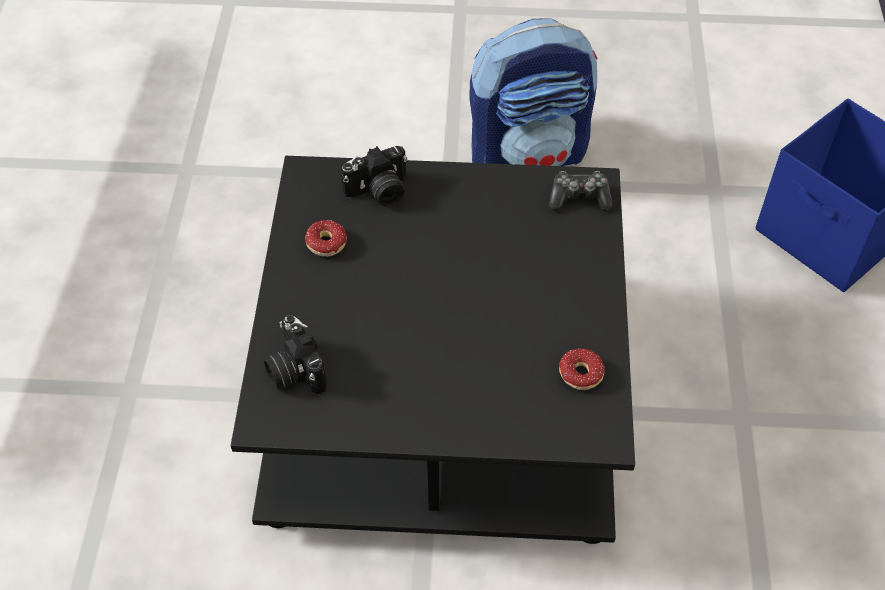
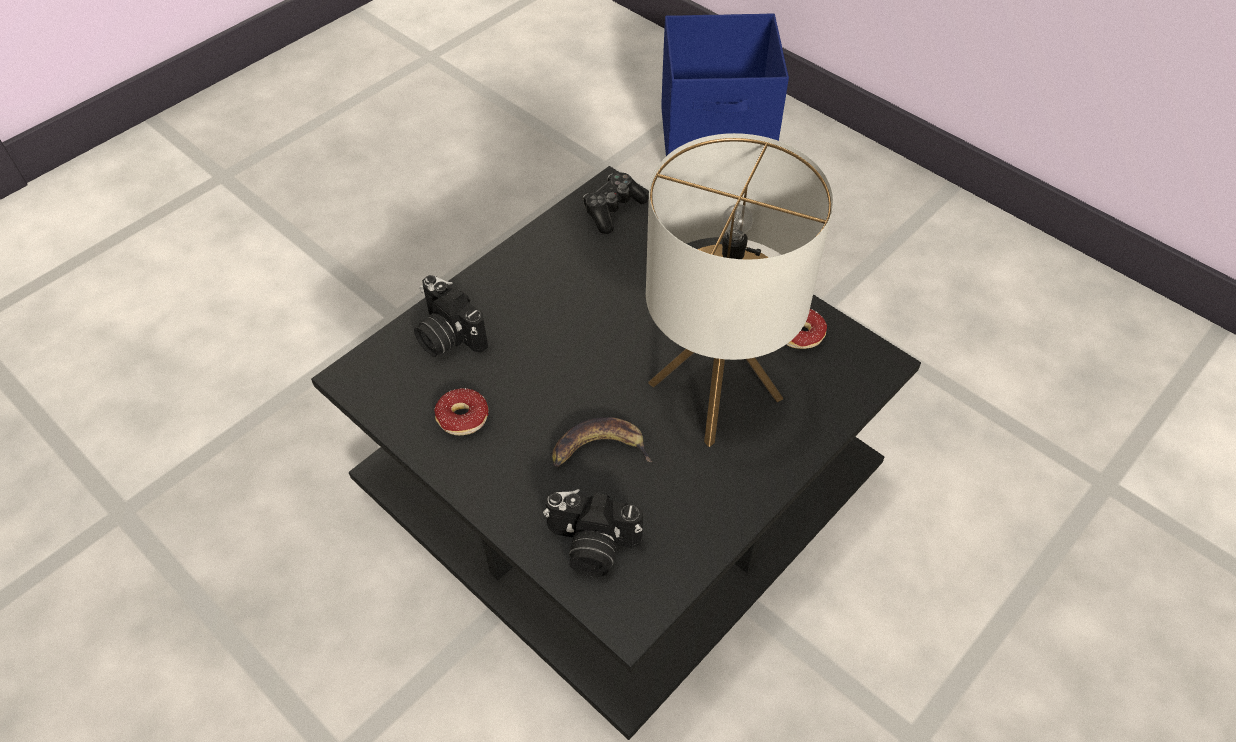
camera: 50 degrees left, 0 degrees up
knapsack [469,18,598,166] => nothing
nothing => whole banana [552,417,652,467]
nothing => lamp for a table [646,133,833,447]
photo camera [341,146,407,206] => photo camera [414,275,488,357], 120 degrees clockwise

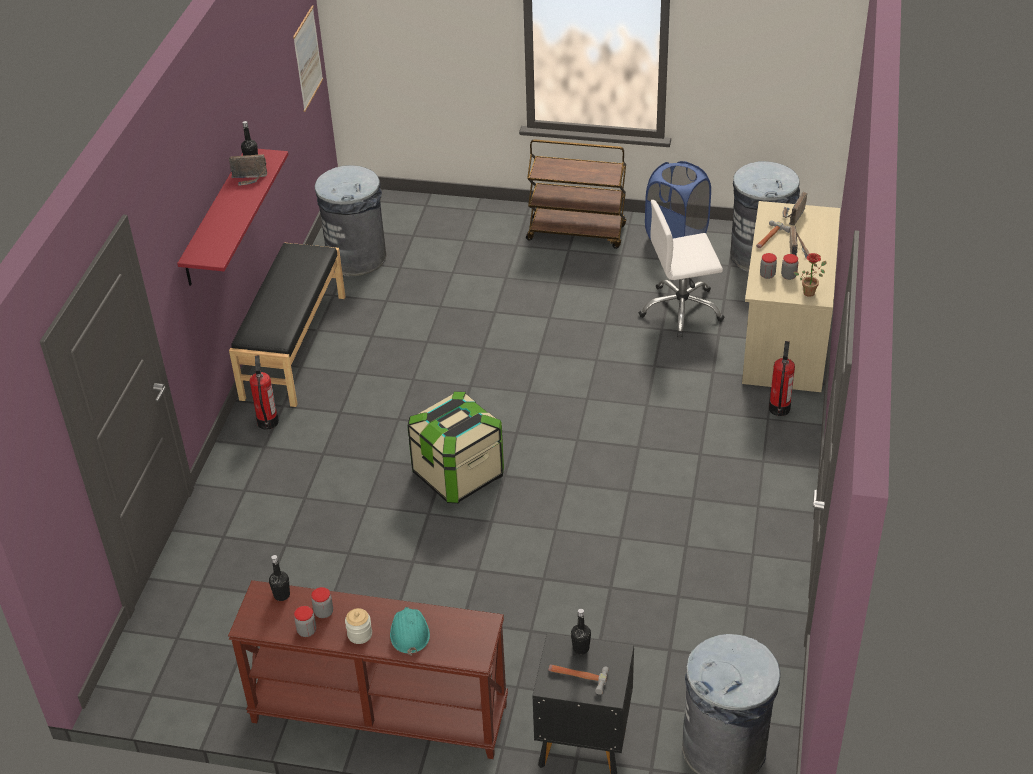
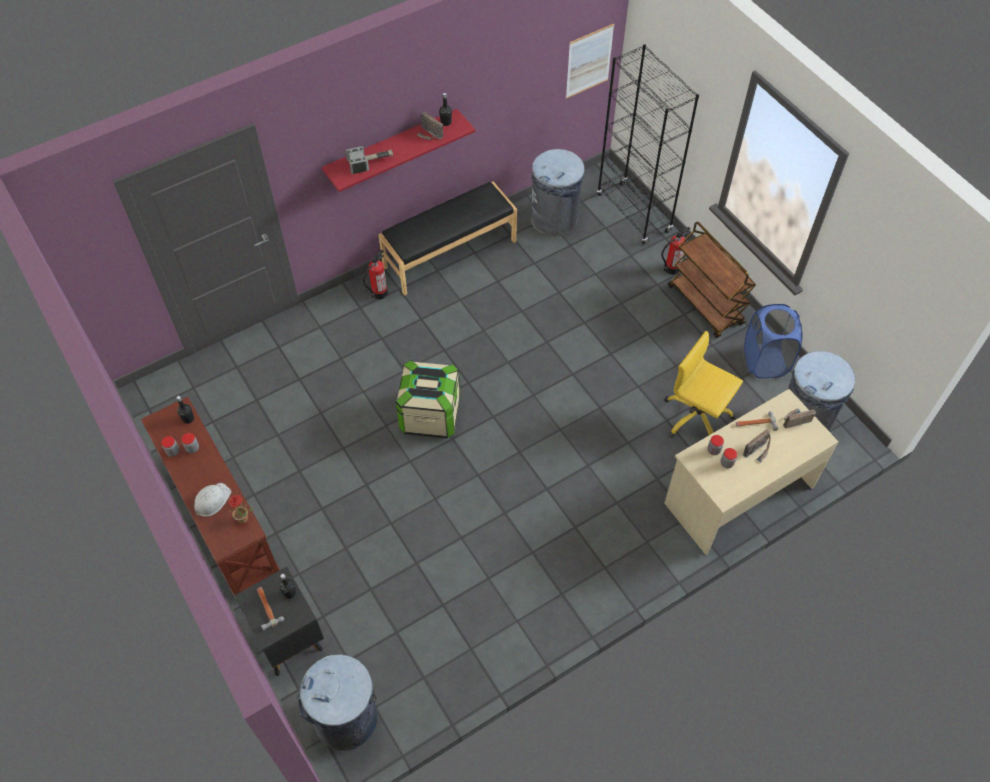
camera: 45 degrees right, 15 degrees up
preserve jar [345,608,372,644] => nothing
nothing => hand hammer [345,146,393,174]
nothing => bookcase/blackish [597,44,699,244]
extinguisher [769,341,795,416] => extinguisher [661,227,691,275], shifted
plant in a pot [794,253,826,297] => plant in a pot [228,495,254,524], shifted
work helmet/turquoise [390,607,430,656] => work helmet/white-coloured [194,483,231,517]
office chair/white-coloured [639,200,724,337] => office chair/yellowish [664,331,743,438]

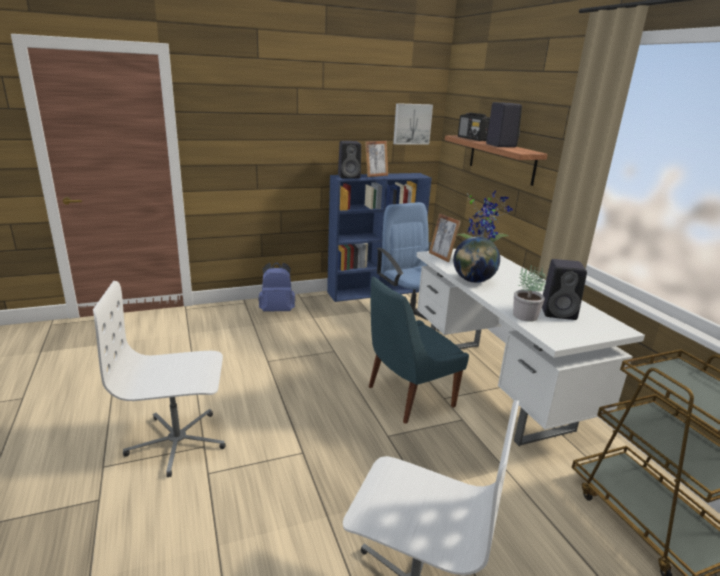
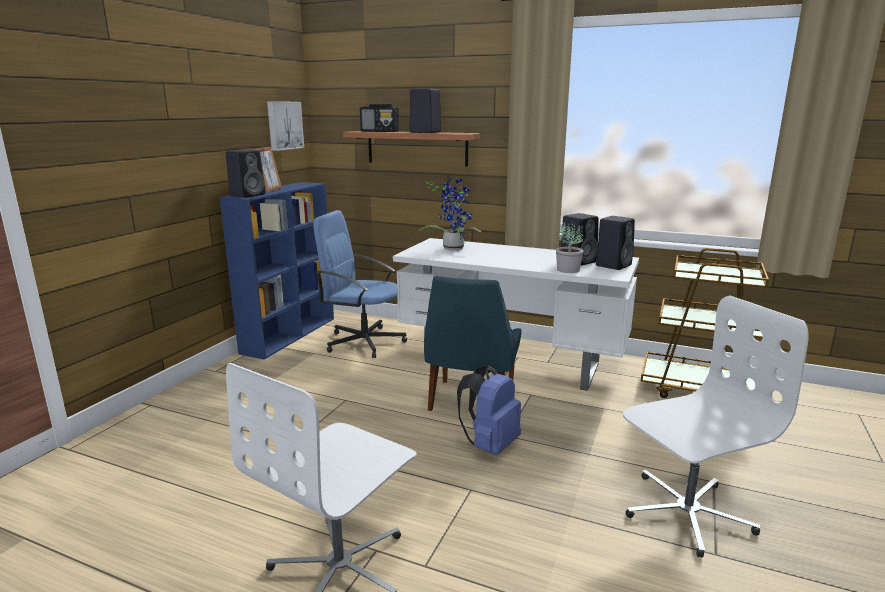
camera: 45 degrees left, 5 degrees down
picture frame [429,213,461,262] => nothing
globe [453,236,500,283] => nothing
nothing => audio speaker/blackish [596,216,635,270]
knapsack/blue [258,262,295,312] => knapsack/blue [457,365,521,455], shifted

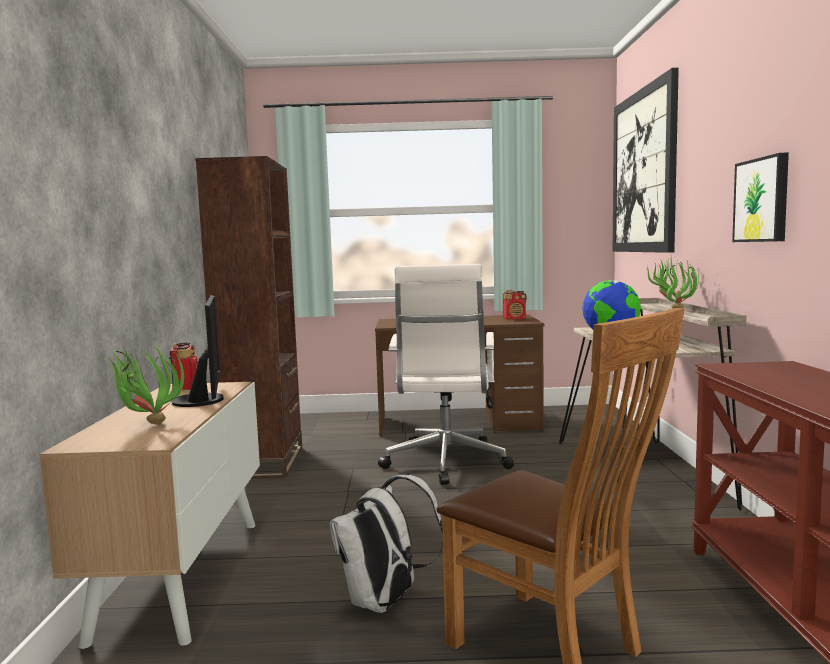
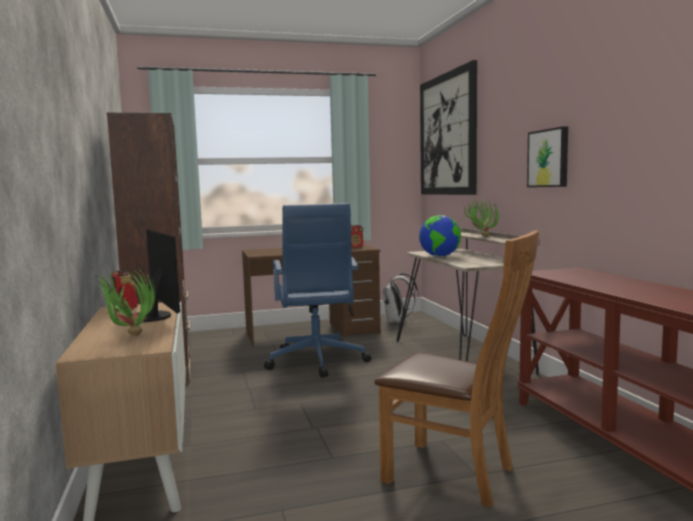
camera: 15 degrees left, 0 degrees up
knapsack/white-coloured [330,475,443,613] => knapsack/white-coloured [382,273,419,323], shifted
office chair/white-coloured [378,264,514,485] => office chair/blue [264,203,372,378]

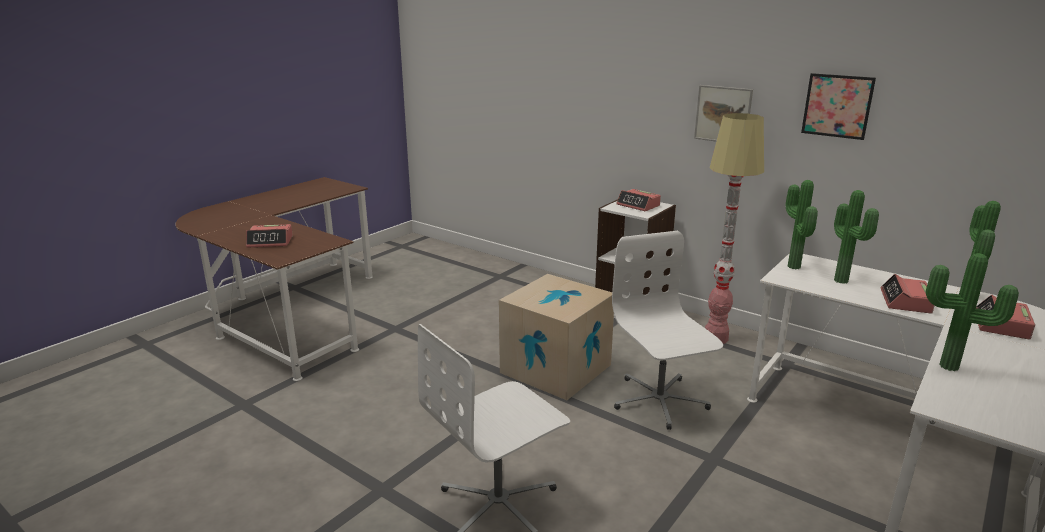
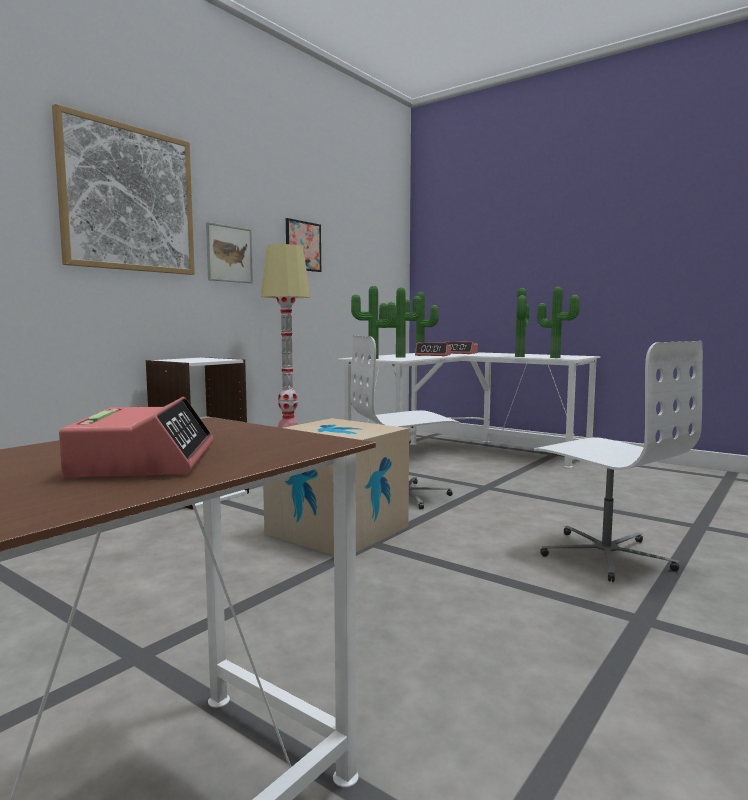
camera: 90 degrees left, 15 degrees down
bedside clock [616,189,661,211] => nothing
nothing => wall picture [52,104,195,275]
nothing => plant in a pot [537,287,580,358]

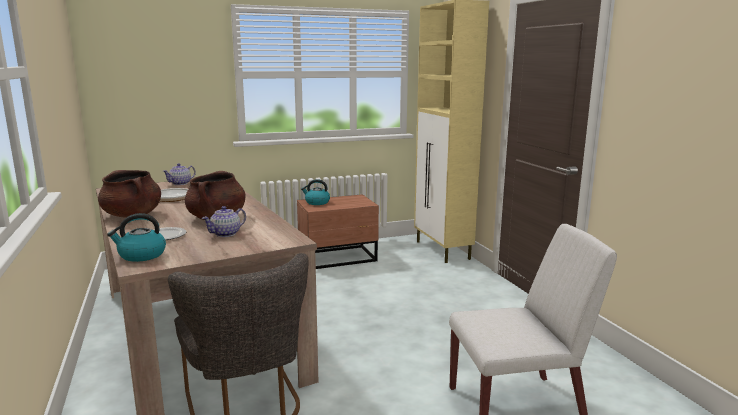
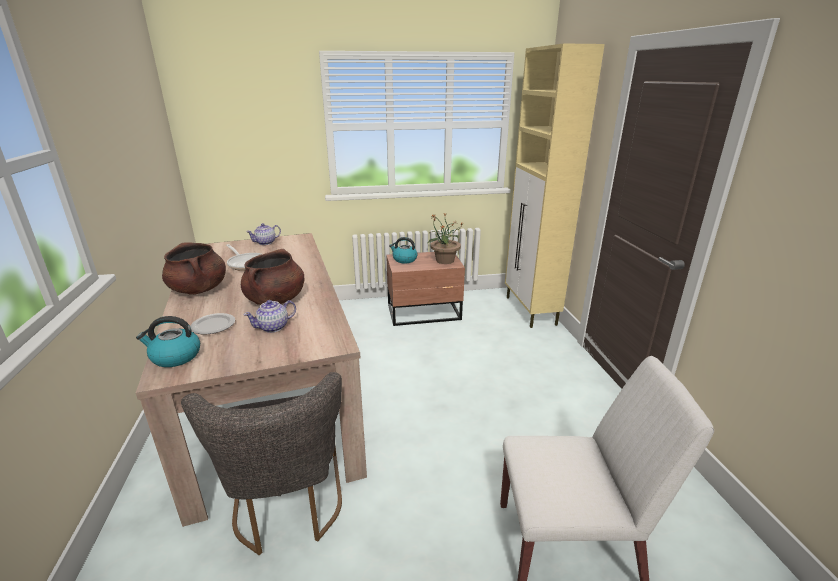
camera: 10 degrees right, 10 degrees up
nothing => plant in a pot [428,212,464,264]

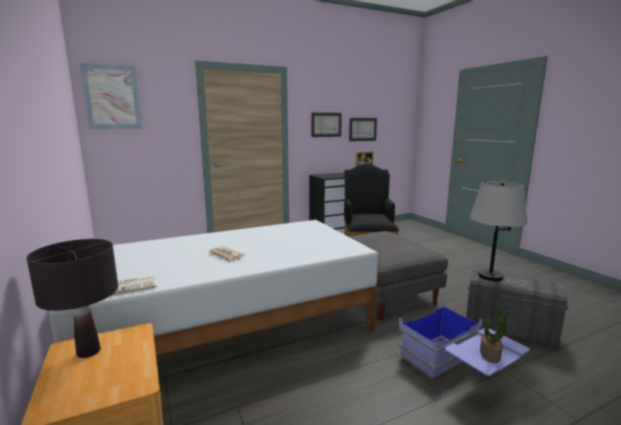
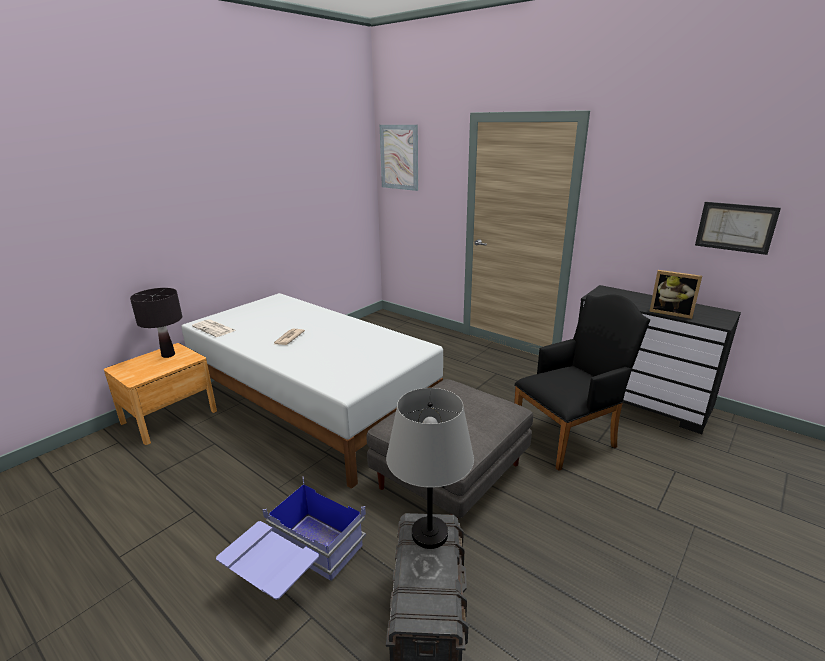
camera: 65 degrees right, 10 degrees up
wall picture [312,113,342,137] => nothing
plant in a pot [480,306,513,363] => nothing

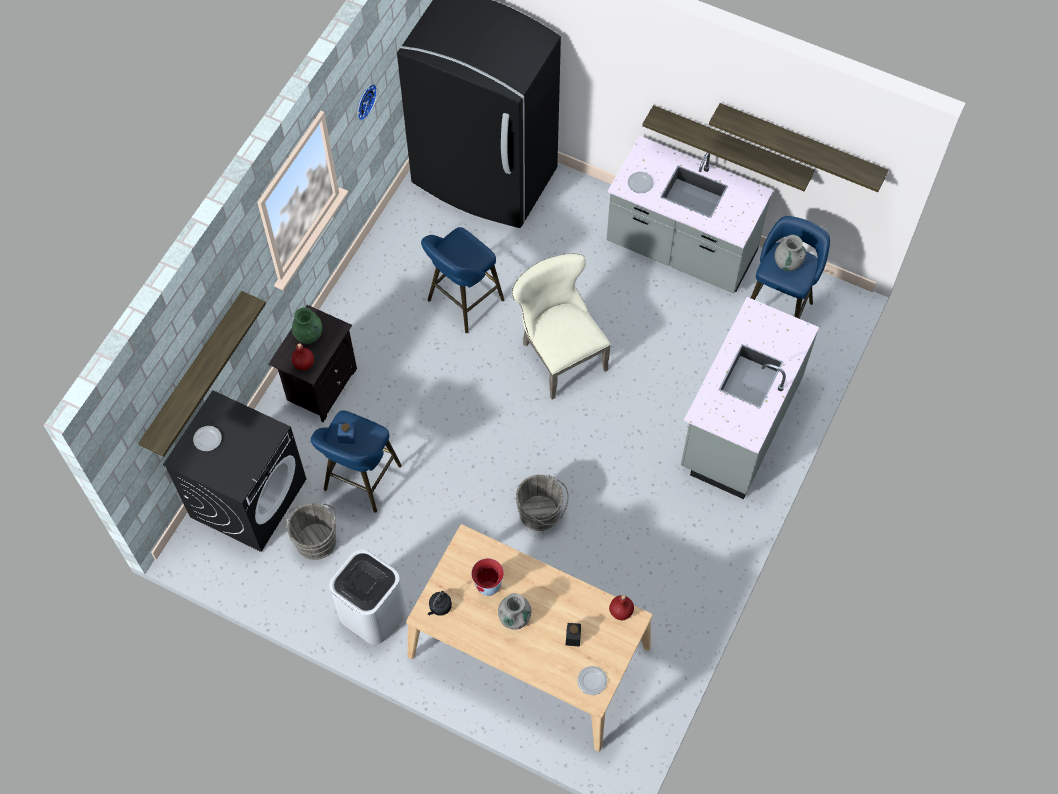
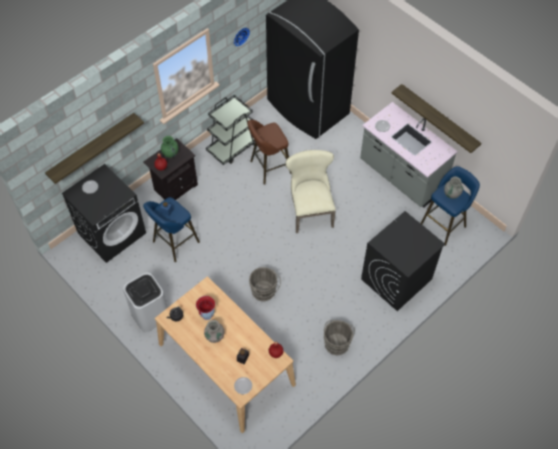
camera: 20 degrees right, 5 degrees down
shelf [709,103,888,192] => nothing
nothing => wheeled cart/blackish [206,95,255,165]
water bucket/greyish [286,503,336,560] => water bucket/greyish [324,320,355,355], shifted
kitchen base unit/greyish [681,297,819,499] => washing machine/blackish [361,211,445,311]
sitting stool/blue [421,227,504,333] => sitting stool/brown [247,120,291,185]

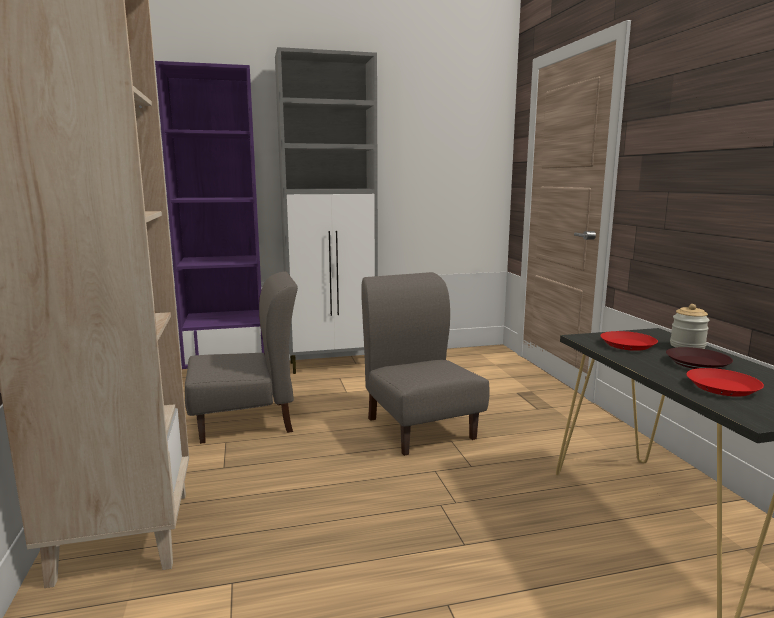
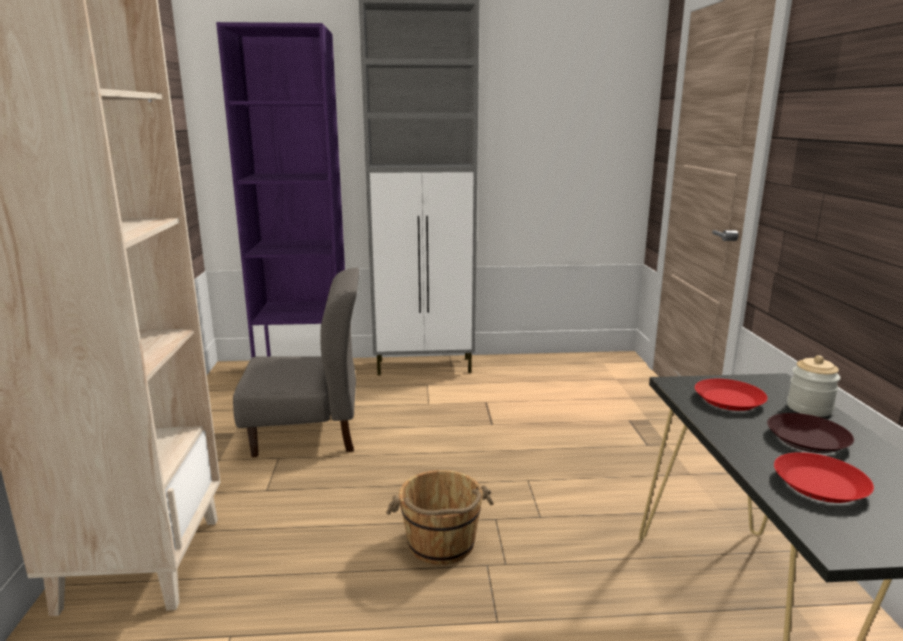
camera: 10 degrees right, 5 degrees up
chair/greyish [361,272,490,456] => nothing
nothing => water bucket/brown [386,470,494,565]

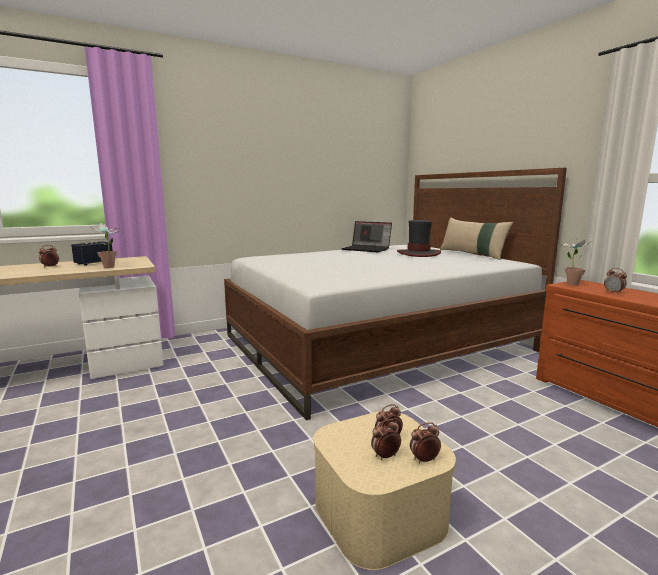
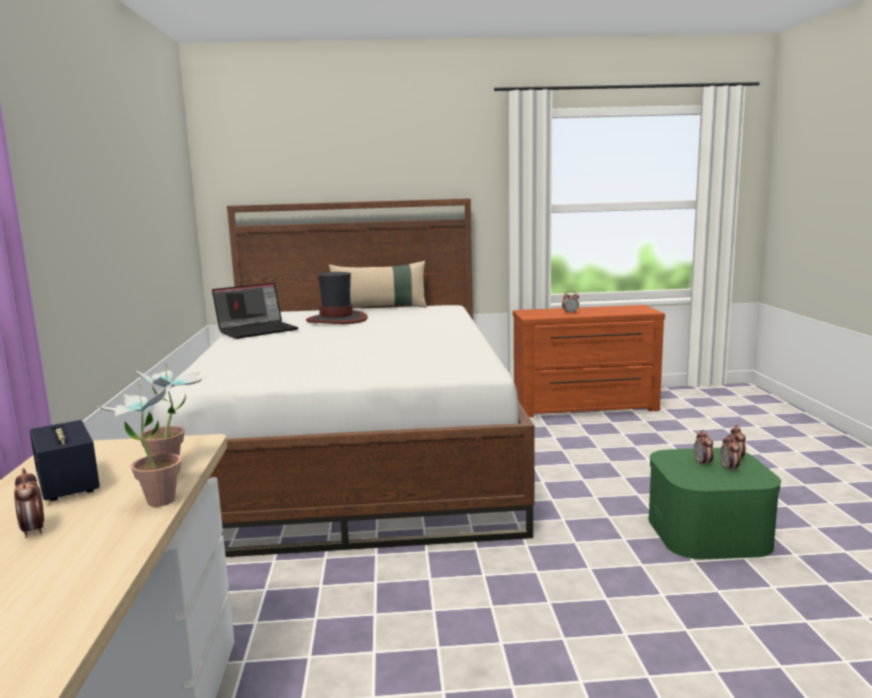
camera: 65 degrees left, 0 degrees up
plant in a pot [561,238,591,285] => plant in a pot [97,382,182,507], shifted
storage container/beige [313,411,456,570] => storage container/green [648,448,781,559]

